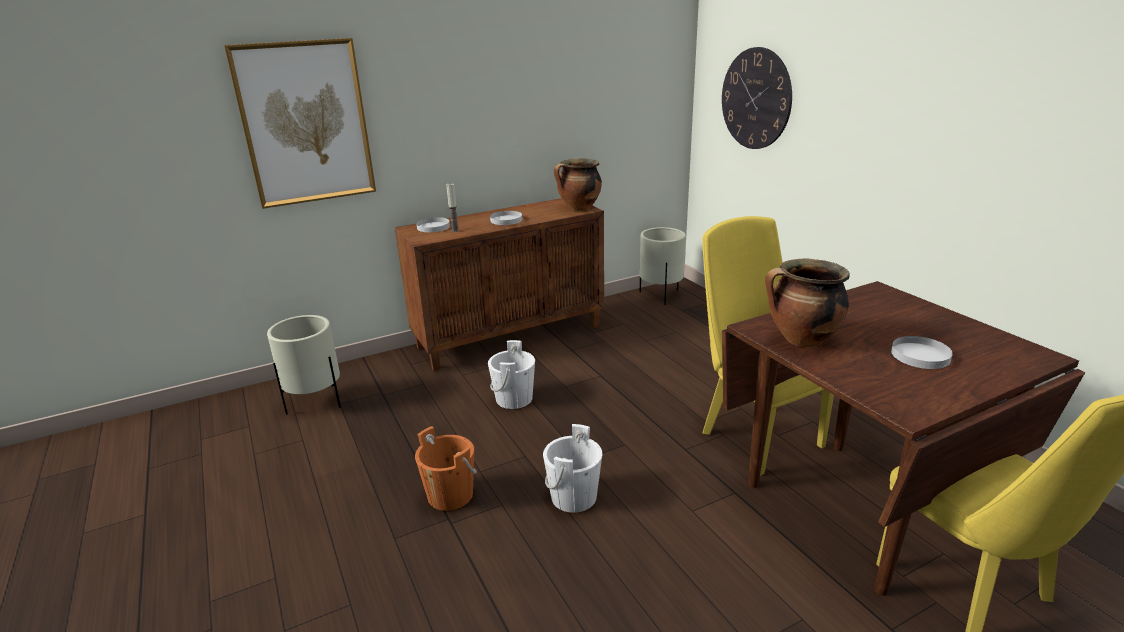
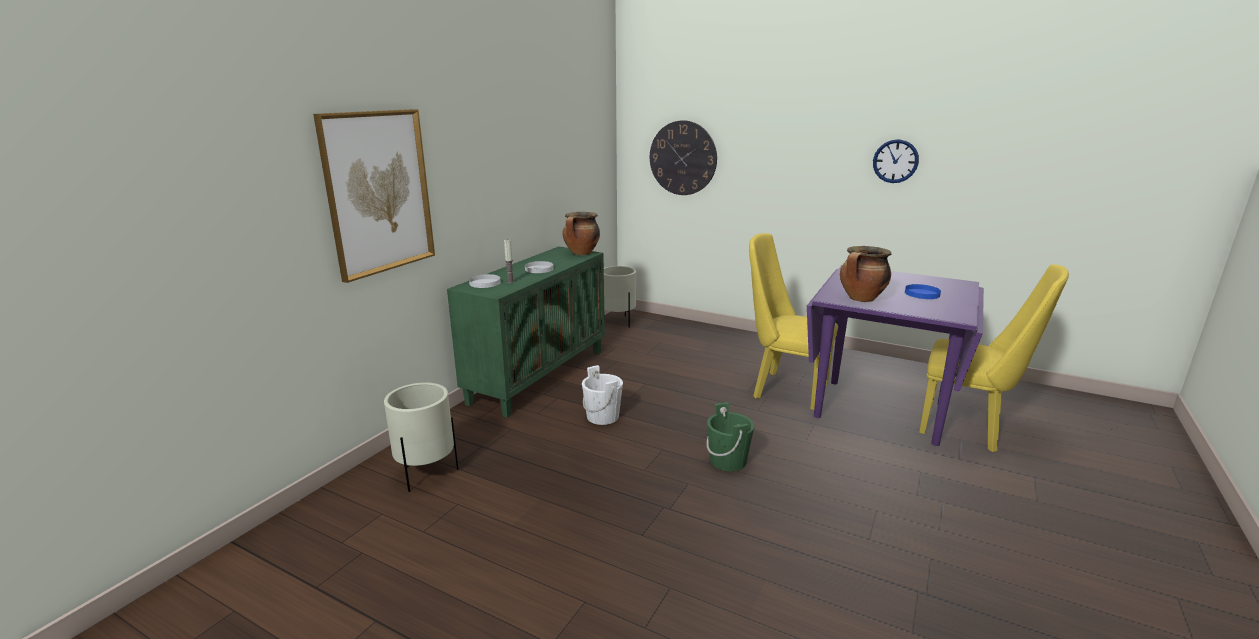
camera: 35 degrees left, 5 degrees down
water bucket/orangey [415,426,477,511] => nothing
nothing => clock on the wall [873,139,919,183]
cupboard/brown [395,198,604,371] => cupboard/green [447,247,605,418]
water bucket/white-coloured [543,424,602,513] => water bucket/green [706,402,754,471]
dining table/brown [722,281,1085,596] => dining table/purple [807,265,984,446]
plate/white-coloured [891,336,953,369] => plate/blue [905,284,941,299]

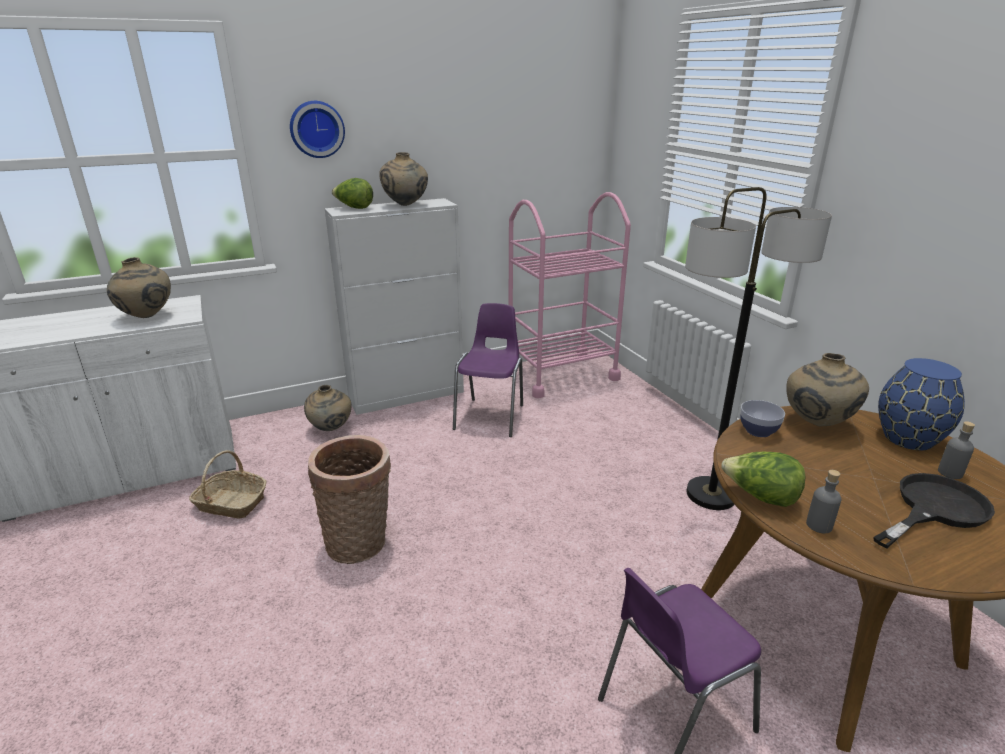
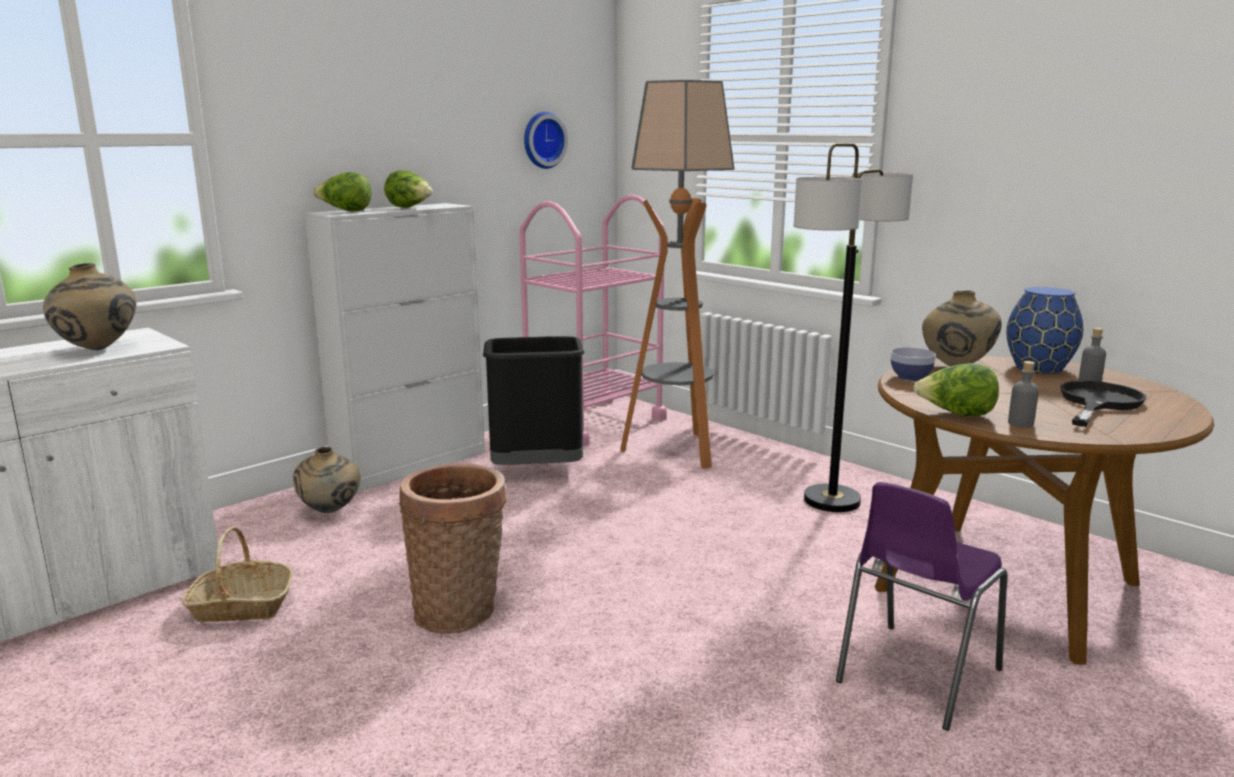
camera: 20 degrees left, 10 degrees down
nothing => standing lamp [620,80,734,469]
clock on the wall [290,101,345,158] => clock on the wall [524,112,568,169], shifted
flower vase/beige [379,152,428,206] => head of lettuce [384,170,433,208]
chair/purple [453,303,523,437] => trash can/blackish [483,336,584,465]

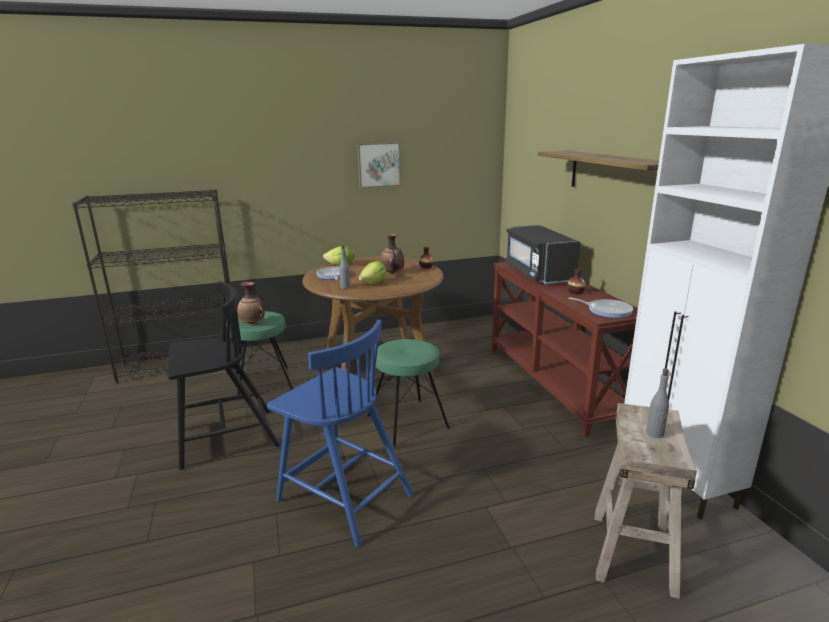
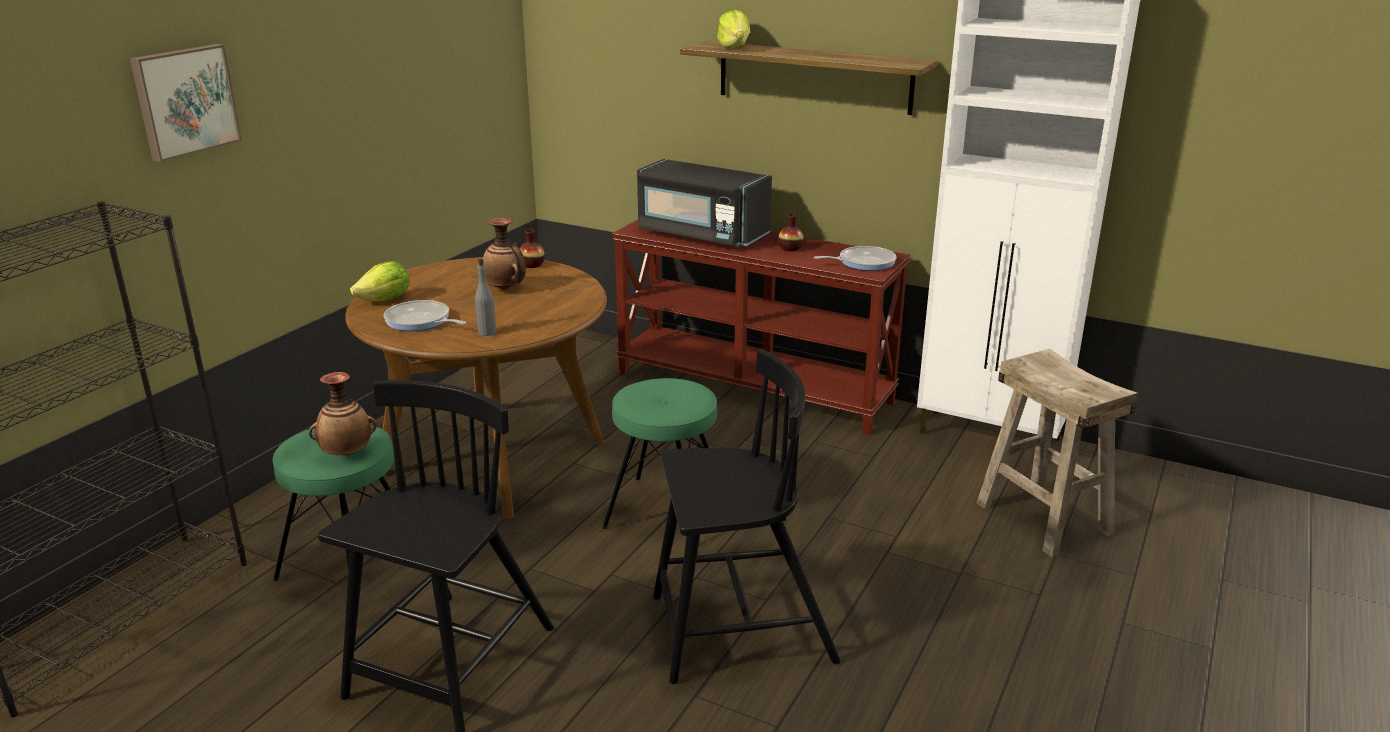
camera: 45 degrees left, 5 degrees up
beverage bottle/greyish [646,369,669,438] => nothing
wall picture [357,143,401,188] => wall picture [130,44,242,162], shifted
head of lettuce [359,261,387,284] => head of lettuce [717,10,750,48], shifted
chair/blue [267,320,413,547] => chair/blackish [653,349,841,684]

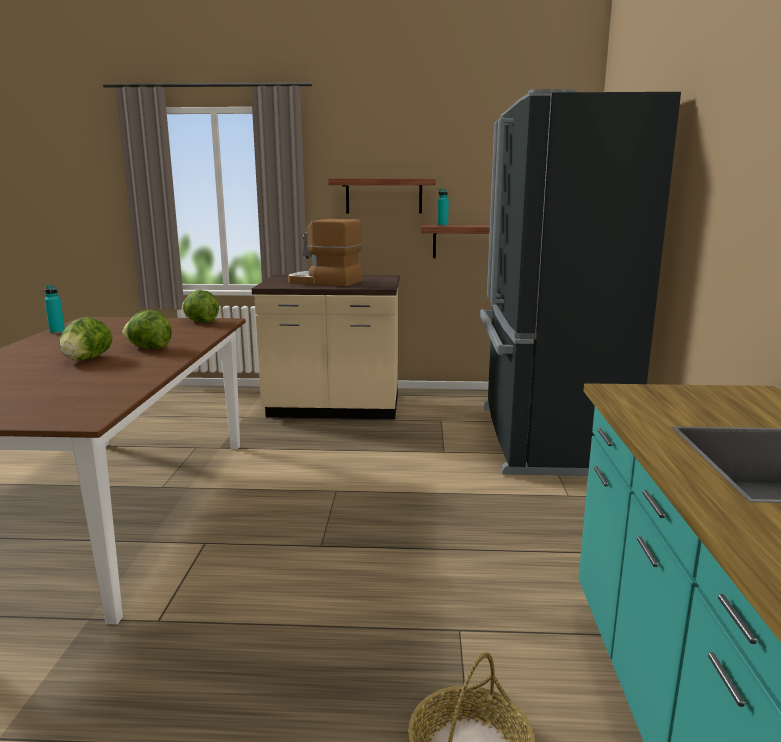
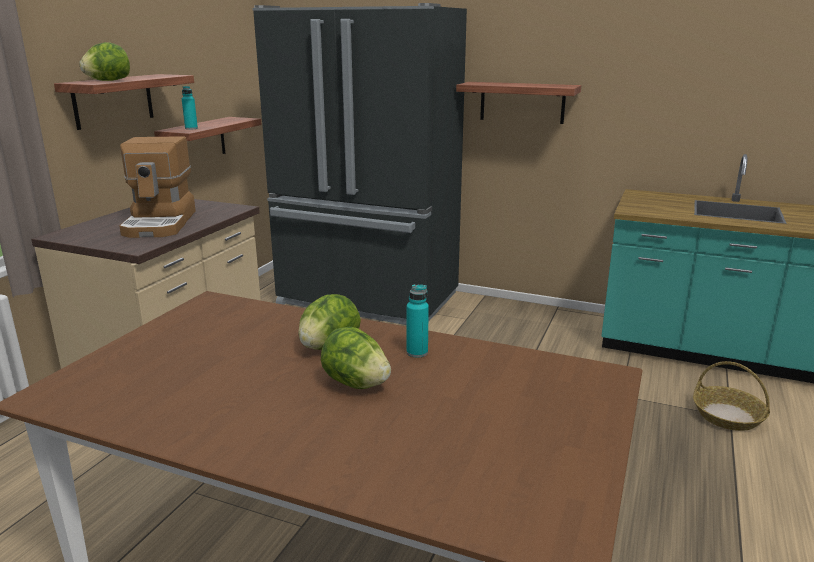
camera: 70 degrees left, 5 degrees up
nothing => shelf [456,82,581,124]
beverage bottle/turquoise [45,285,65,334] => beverage bottle/turquoise [407,284,429,358], shifted
head of lettuce [182,290,219,323] => head of lettuce [79,42,130,81], shifted
coffee brewer [288,219,362,287] => coffee brewer [120,136,196,238], 45 degrees counterclockwise

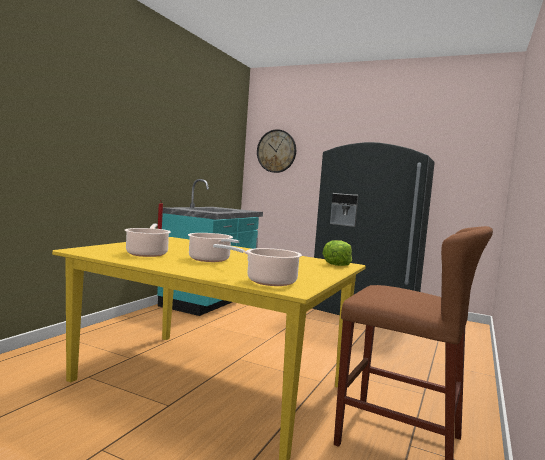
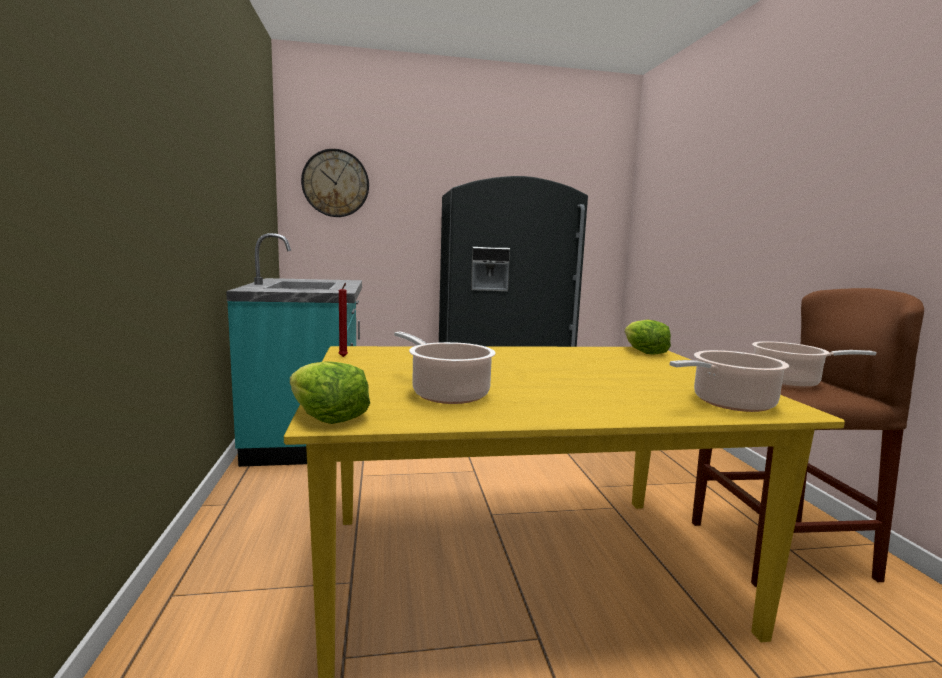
camera: 35 degrees left, 5 degrees up
nothing => head of lettuce [290,361,370,424]
stockpot [188,233,239,262] => stockpot [752,341,877,388], shifted

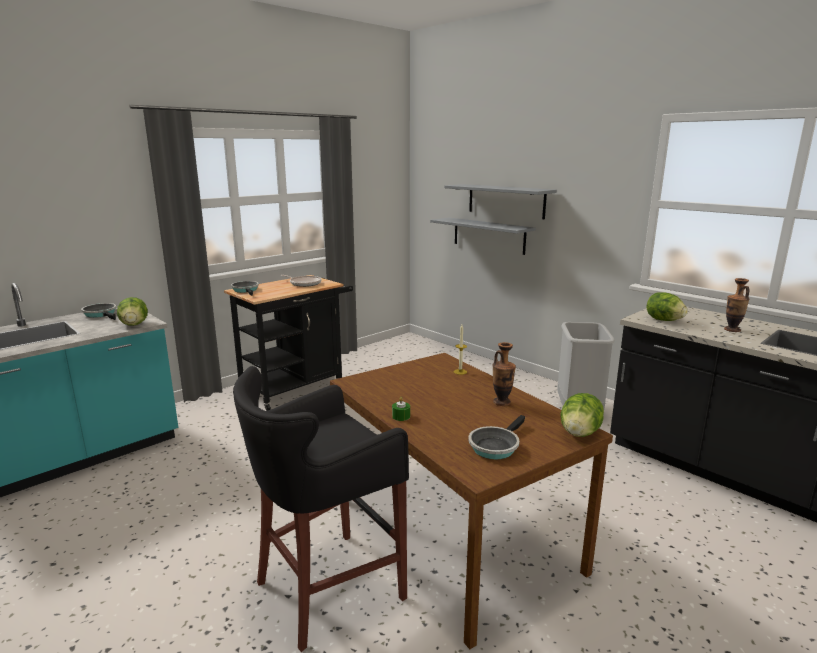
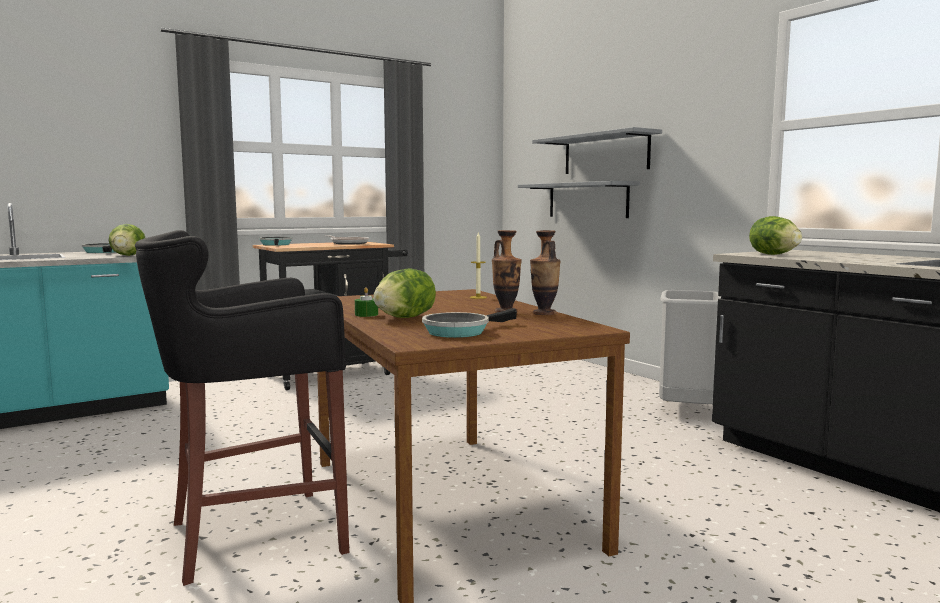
camera: 10 degrees right, 10 degrees down
head of lettuce [560,393,604,437] => head of lettuce [373,268,436,318], shifted
flower vase [724,278,750,332] => flower vase [530,230,560,315], shifted

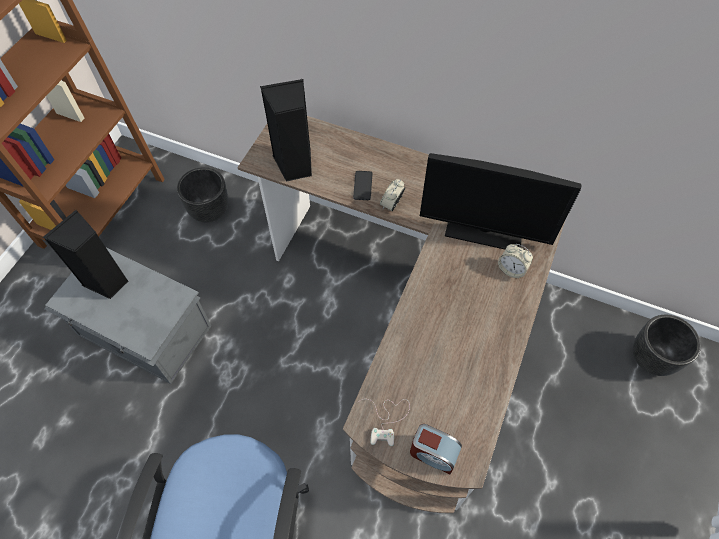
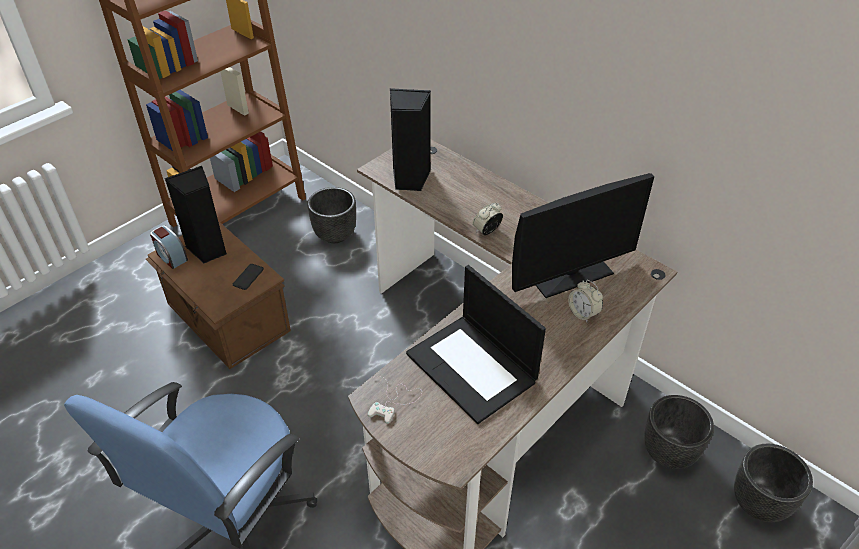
camera: 20 degrees right, 15 degrees down
nothing => laptop [406,265,546,424]
nothing => plant pot/blackish [644,395,714,469]
handset [353,171,373,200] => handset [233,264,264,290], shifted
bedside clock [410,424,462,474] => bedside clock [150,225,188,269], shifted
storage container/greyish [44,248,211,384] => storage container/brown [146,221,291,369]
monitor [420,153,581,250] => monitor [512,173,655,298], 60 degrees counterclockwise

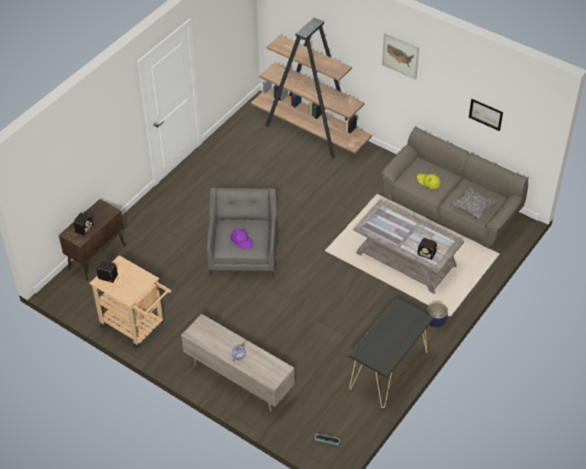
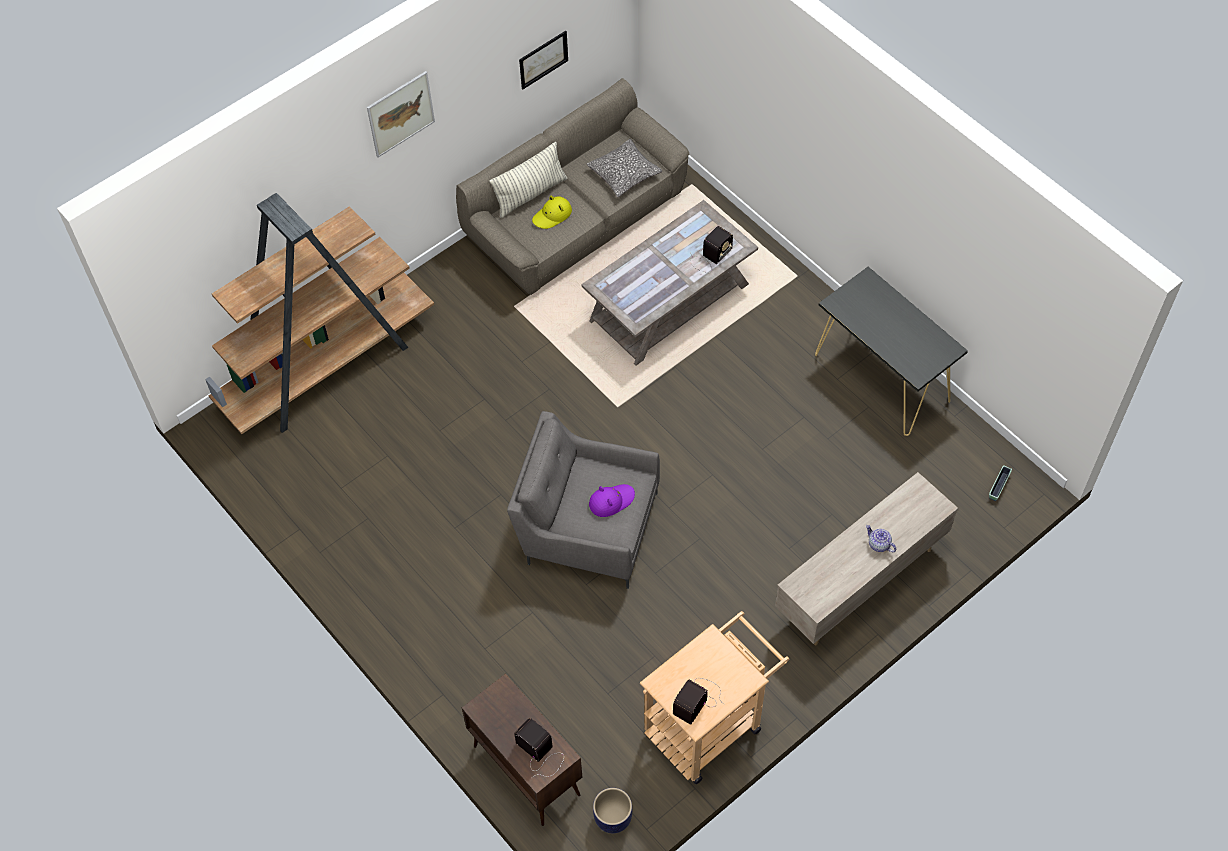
camera: 75 degrees left, 10 degrees up
nothing => pillow [489,142,567,218]
plant pot [427,302,448,327] => plant pot [593,788,632,833], shifted

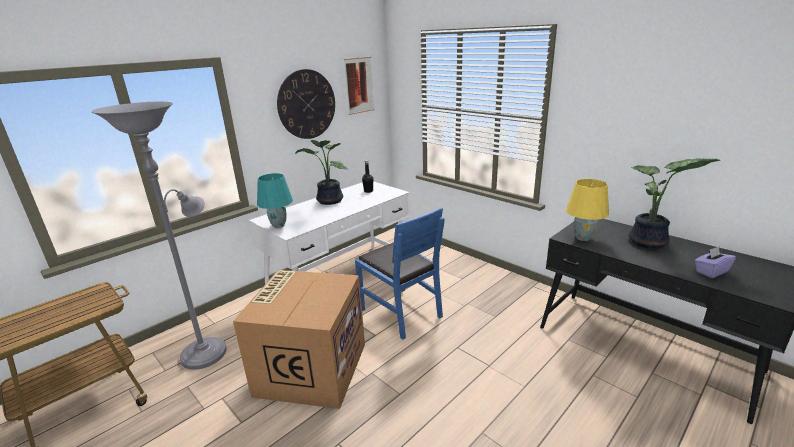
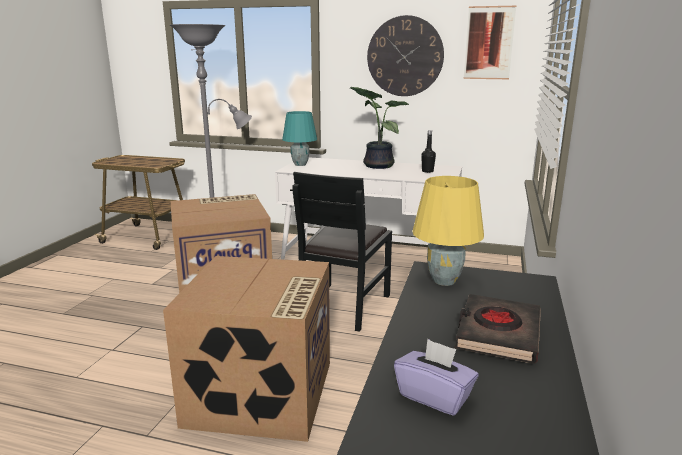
camera: 60 degrees right, 5 degrees down
nothing => packing box [163,256,330,442]
plant in a pot [628,158,720,249] => book/blackish [455,294,541,364]
chair/blue [355,207,444,340] => chair/blackish [292,172,392,332]

